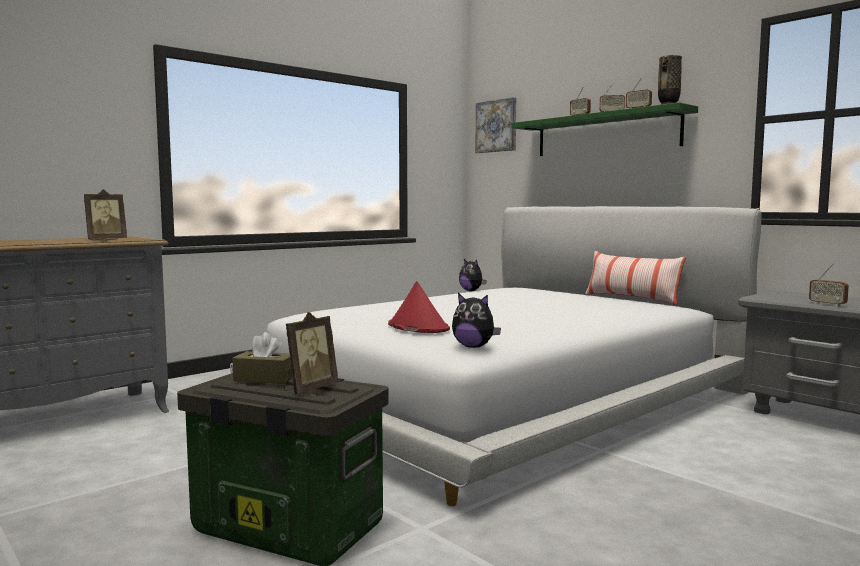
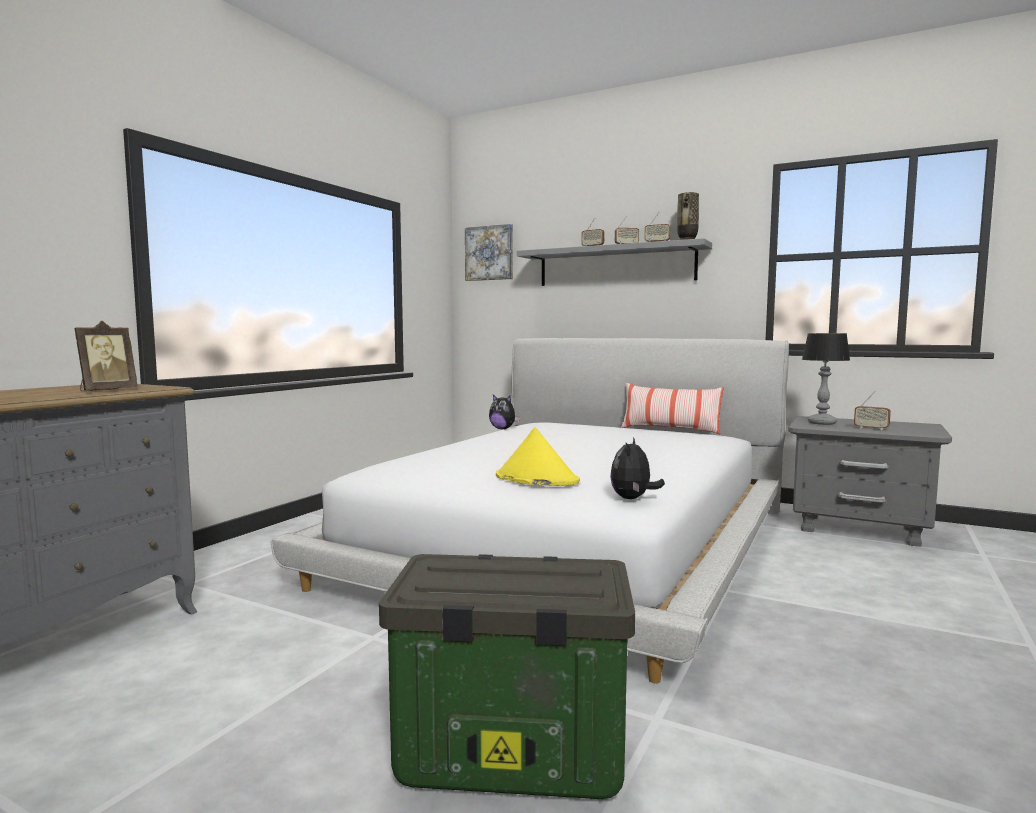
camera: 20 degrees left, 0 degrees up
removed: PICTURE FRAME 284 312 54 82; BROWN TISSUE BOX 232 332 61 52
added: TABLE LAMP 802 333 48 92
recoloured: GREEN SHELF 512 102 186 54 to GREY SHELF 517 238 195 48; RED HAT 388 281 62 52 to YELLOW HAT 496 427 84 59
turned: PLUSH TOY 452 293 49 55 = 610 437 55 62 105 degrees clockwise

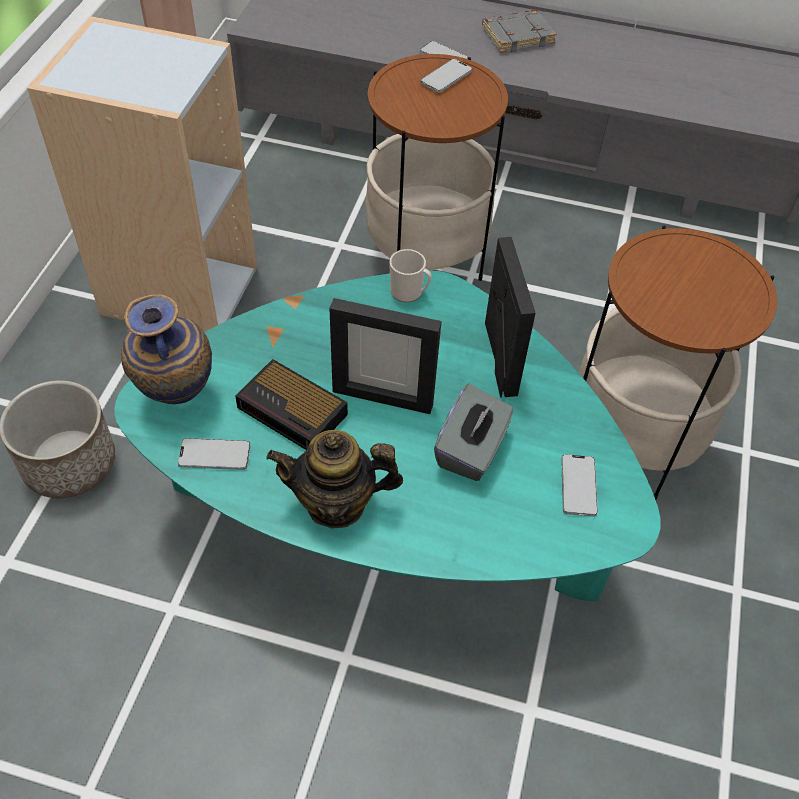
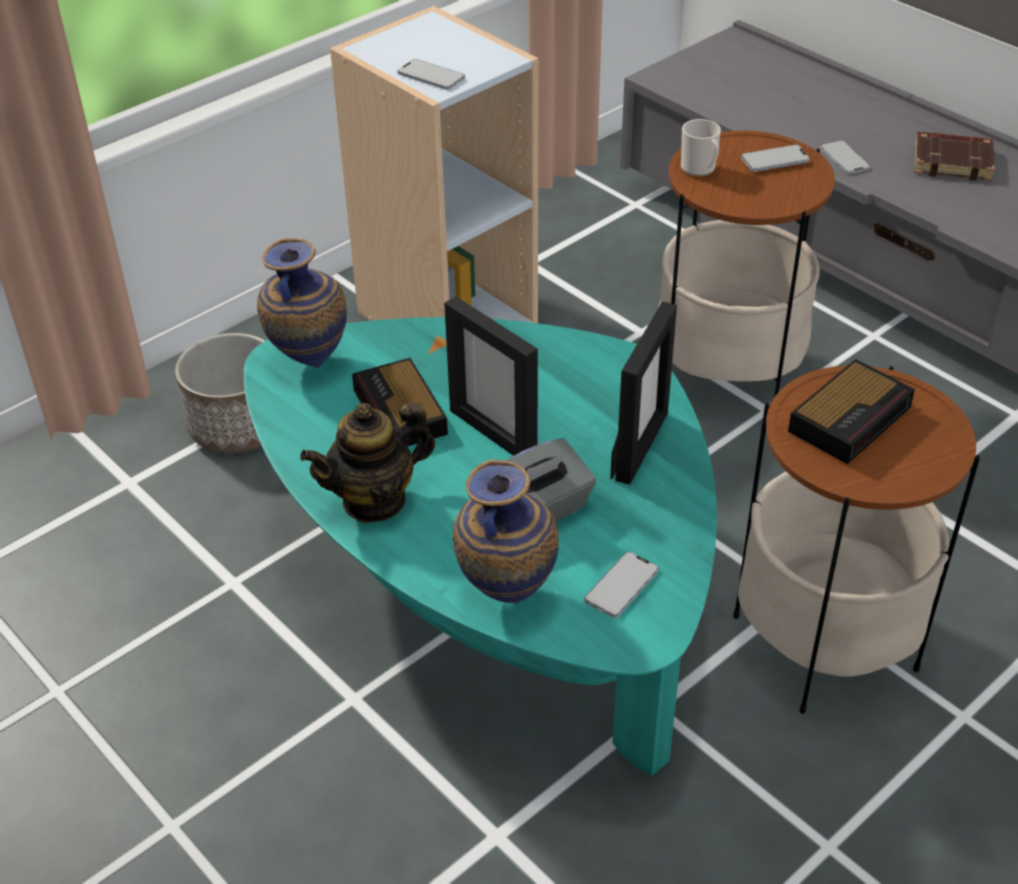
camera: 35 degrees right, 10 degrees down
added: ALARM CLOCK 788 359 127 105; VASE 453 460 106 144
moved: MUG 389 249 43 54 to 681 119 40 57; PHONE 178 438 73 32 to 397 59 68 31
recoloured: GREY BOOK 482 9 75 44 to BROWN BOOK 914 132 81 49
turned: TEAPOT 266 430 137 98 = 300 402 135 121 60 degrees counterclockwise

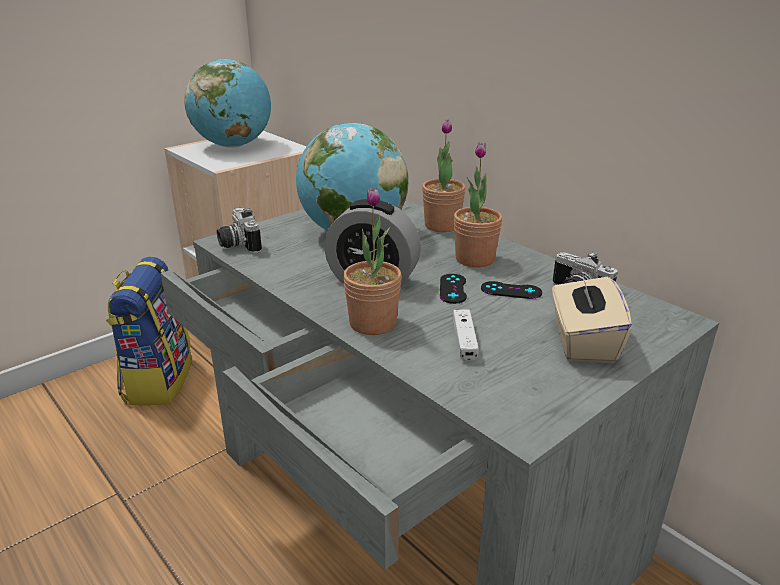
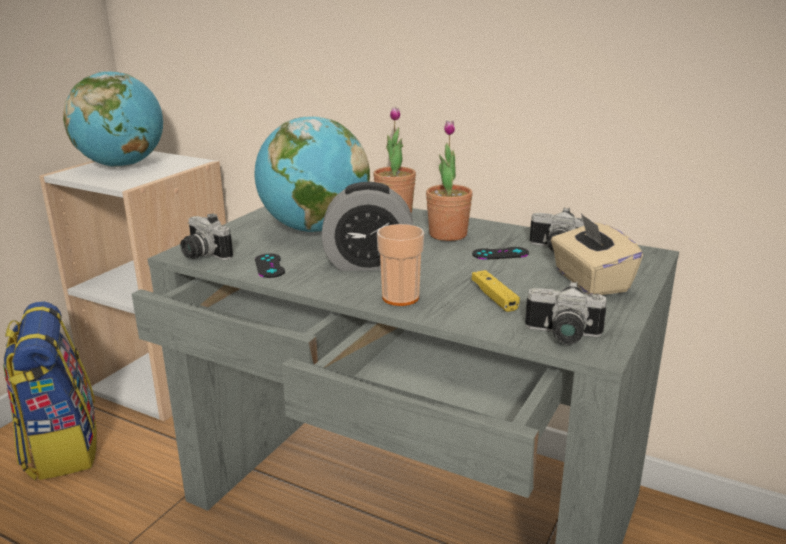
camera: 20 degrees left, 5 degrees down
added: PHOTO CAMERA 525 281 81 63
moved: BLACK GAME CONTROLLER 440 274 27 30 to 255 254 30 24
replaced: POTTED PLANT 343 188 59 147 to CUP 377 224 47 82
recoloured: WHITE GAME CONTROLLER 453 310 26 51 to YELLOW GAME CONTROLLER 472 270 48 42

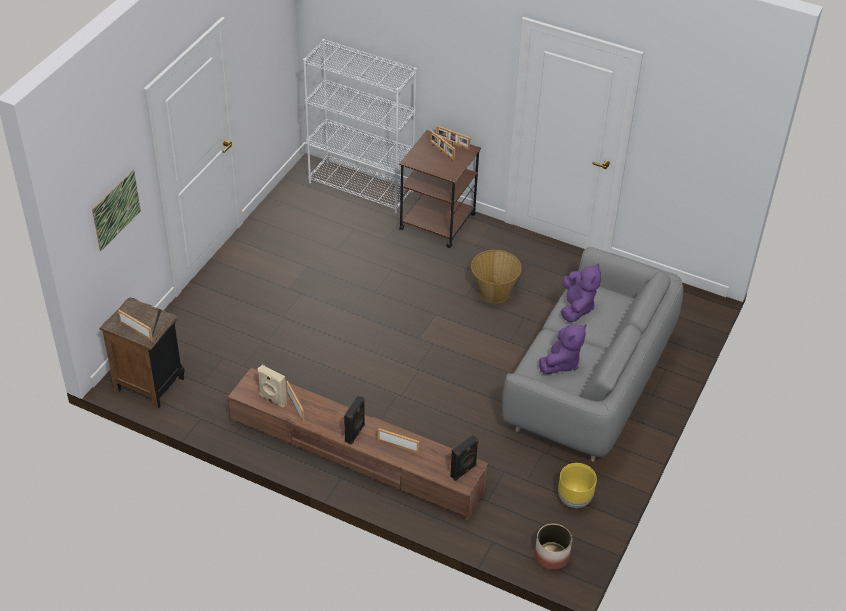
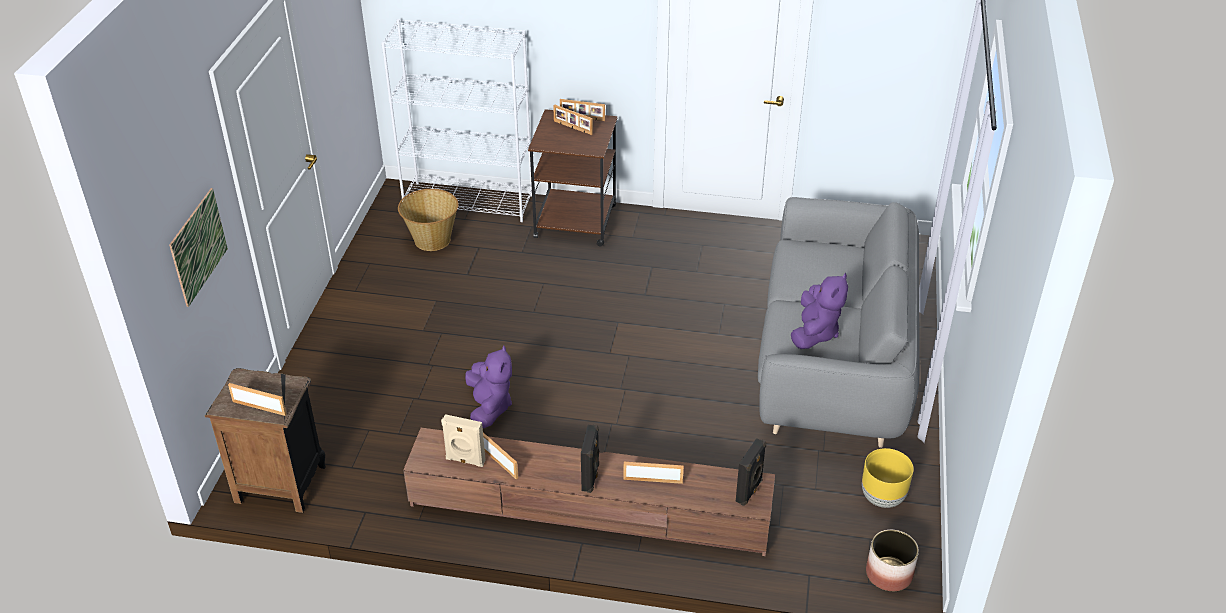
camera: 15 degrees left, 5 degrees down
moved: BASKET 471 250 51 53 to 398 189 60 62; PURPLE PLUSH TOY 561 263 40 59 to 465 346 47 82

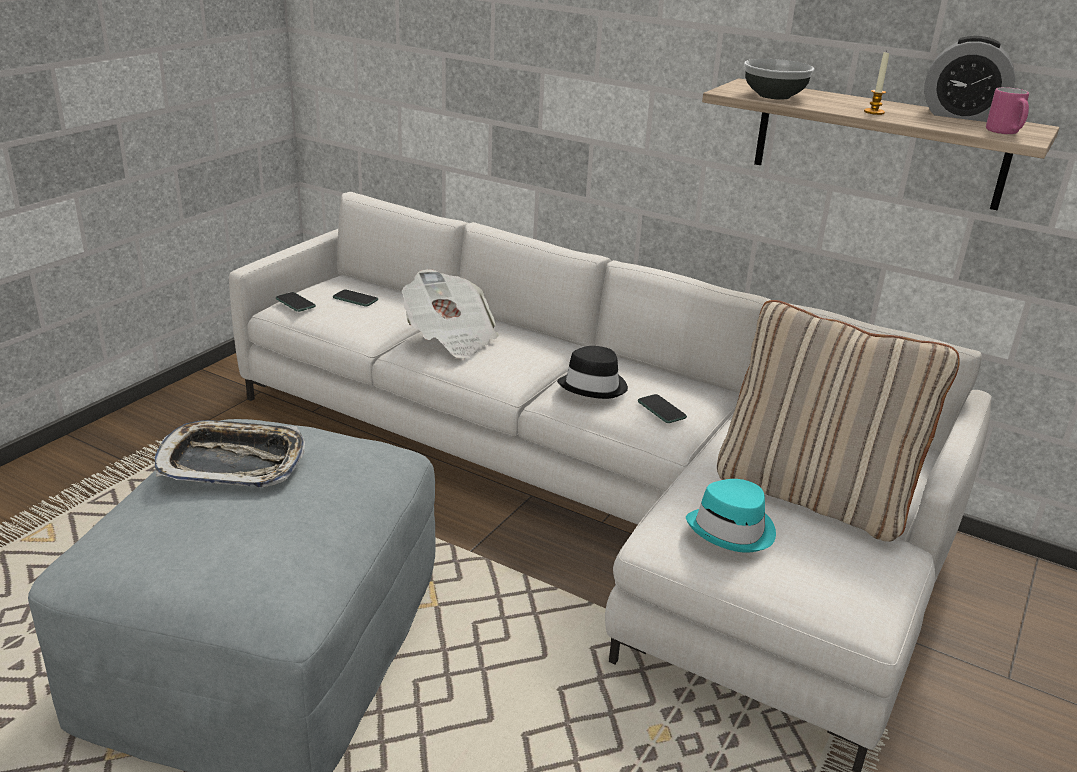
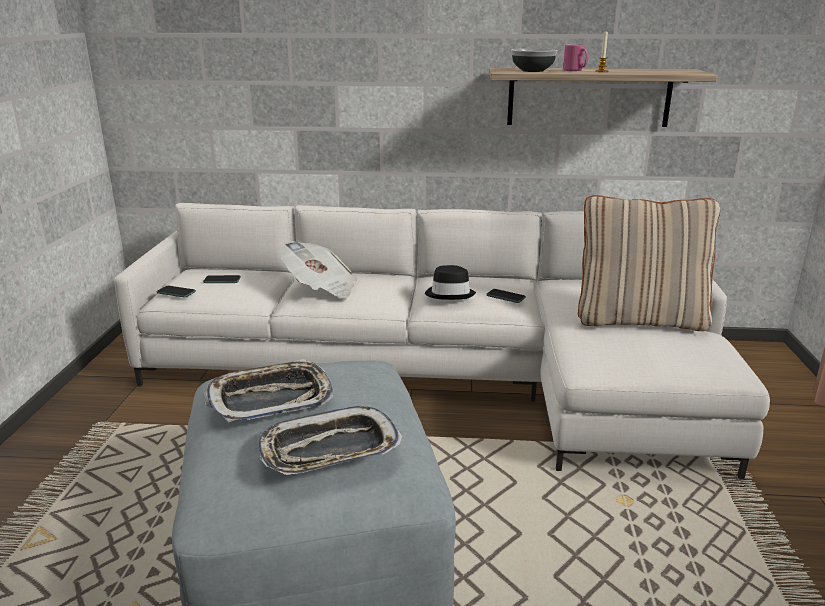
camera: 25 degrees left, 5 degrees down
removed: ALARM CLOCK 924 36 91 86; TURQUOISE HAT 686 479 90 74
added: TRAY 259 406 143 69
moved: PINK MUG 986 87 43 47 to 563 44 26 27

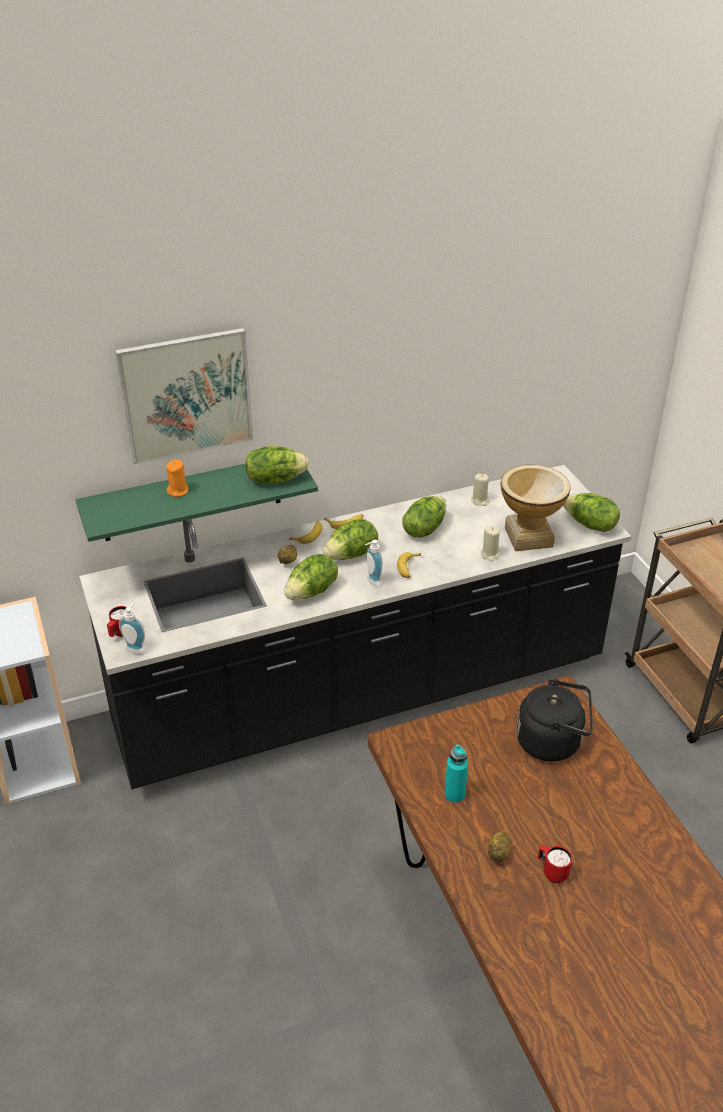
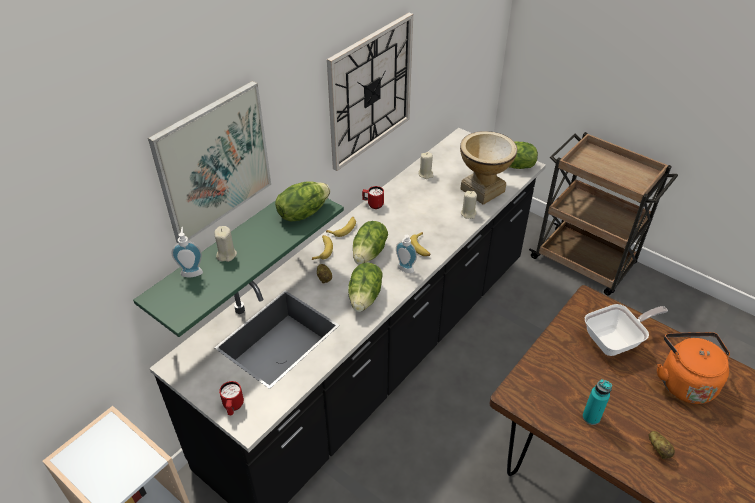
camera: 30 degrees left, 5 degrees up
removed: LETTUCE 402 496 44 42
added: WALL CLOCK 327 13 86 158; ORANGE KETTLE 657 332 73 72
moved: SOAP DISPENSER 119 602 27 53 to 172 227 31 50; RED MUG 538 845 34 38 to 362 186 22 23
replaced: BLACK KETTLE 516 679 77 83 to FRYING PAN 585 304 83 52
recoloured: ORANGE CANDLE 166 459 22 38 to BEIGE CANDLE 214 226 23 36

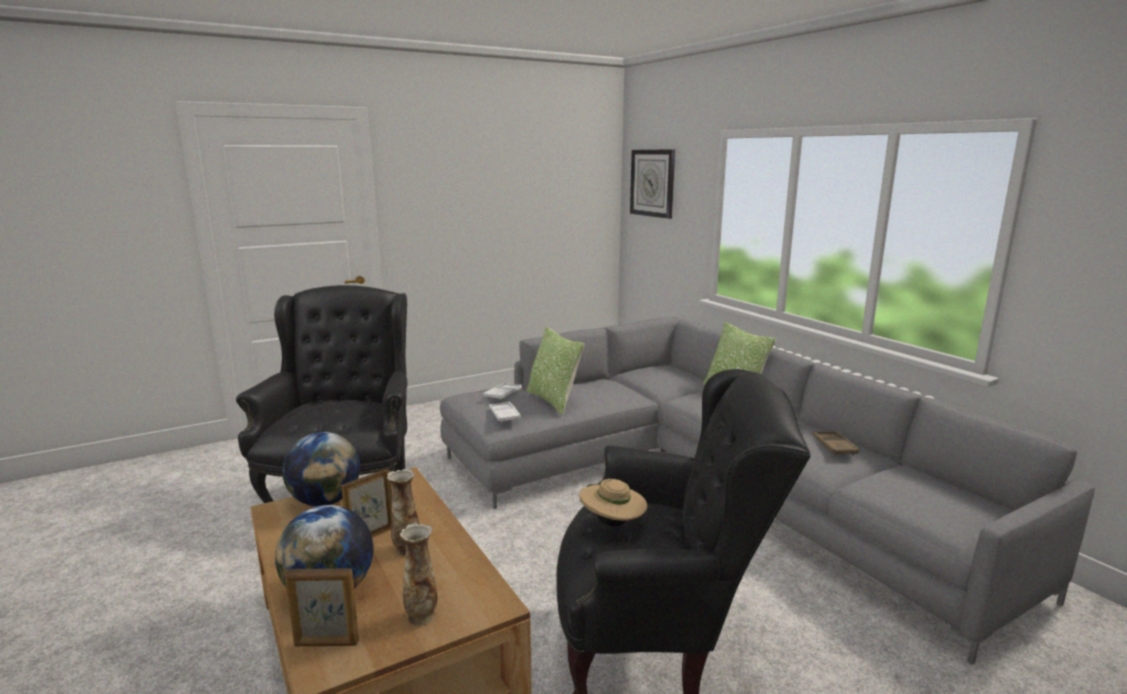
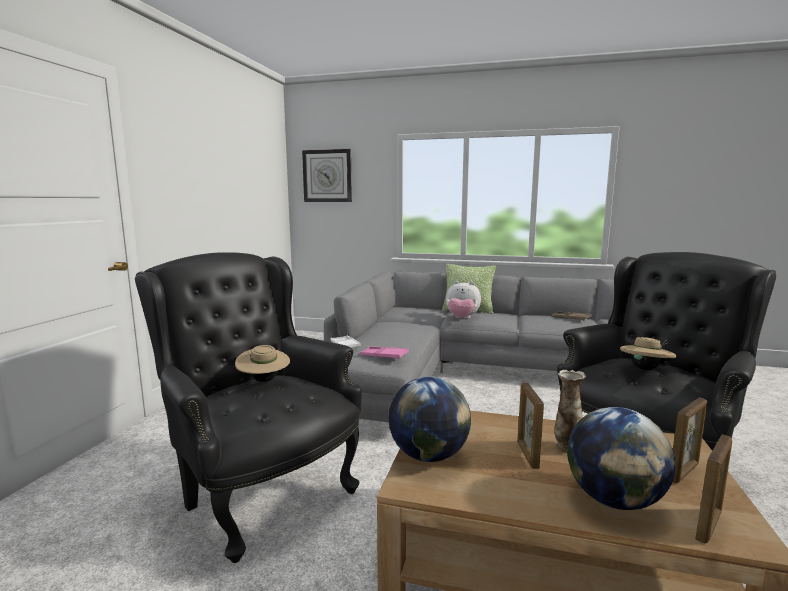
camera: 45 degrees left, 5 degrees down
removed: PILLOW 526 326 58 89
added: PLUSH TOY 446 281 35 37; BEIGE HAT 235 345 55 37
replaced: VASE 400 523 37 103 to PICTURE FRAME 673 398 34 85
recoloured: WHITE TRAY 489 402 32 21 to PINK TRAY 360 346 49 13

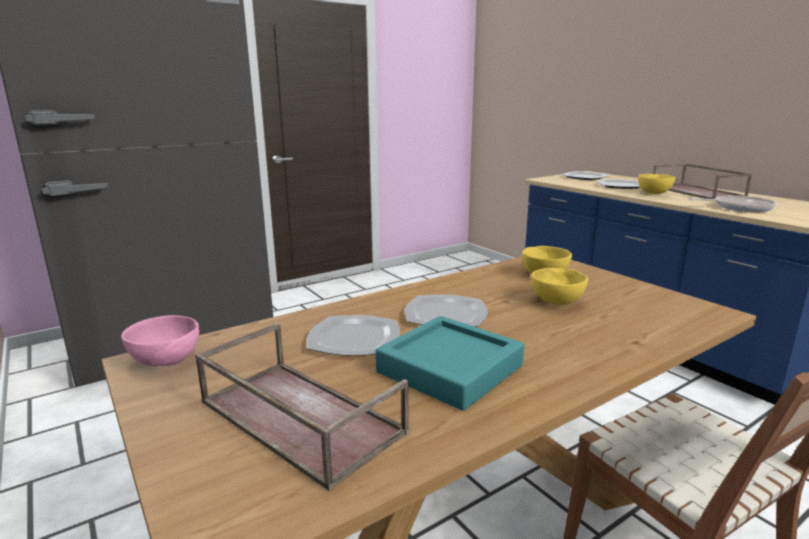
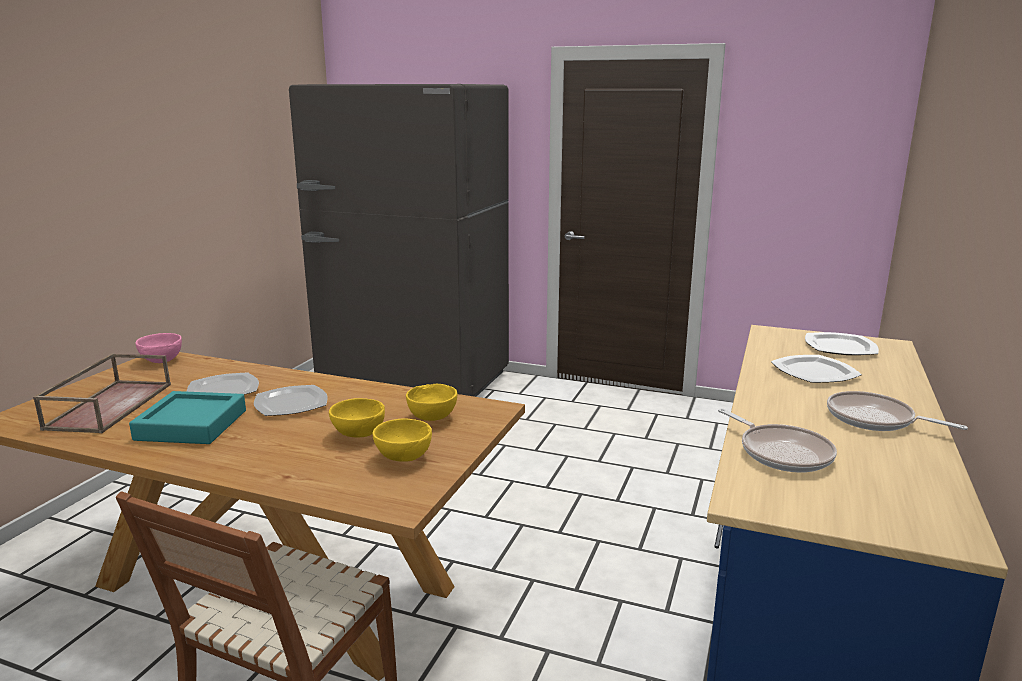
camera: 55 degrees right, 0 degrees up
moved: YELLOW BOWL 638 174 37 20 to 373 418 59 44
replaced: BROWN TRAY 653 164 100 37 to FRYING PAN 827 391 141 40

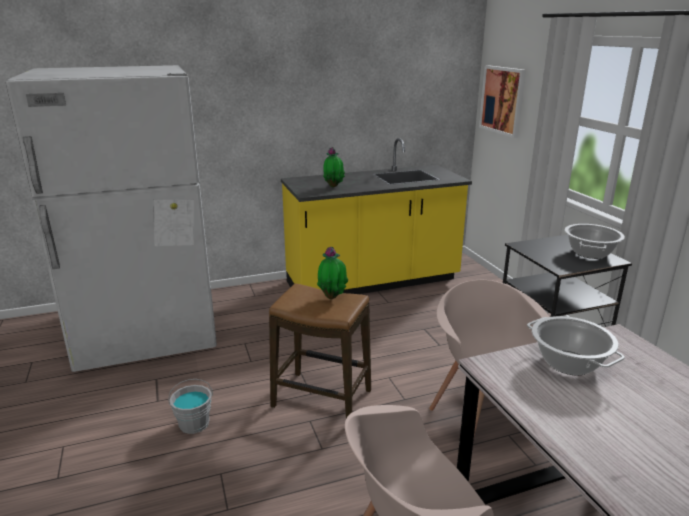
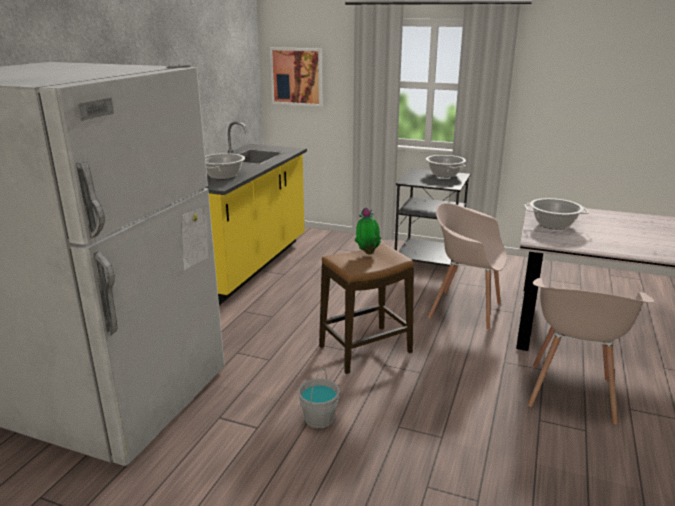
camera: 50 degrees left, 0 degrees up
replaced: POTTED PLANT 323 147 22 40 to COOKING POT 205 153 40 26

